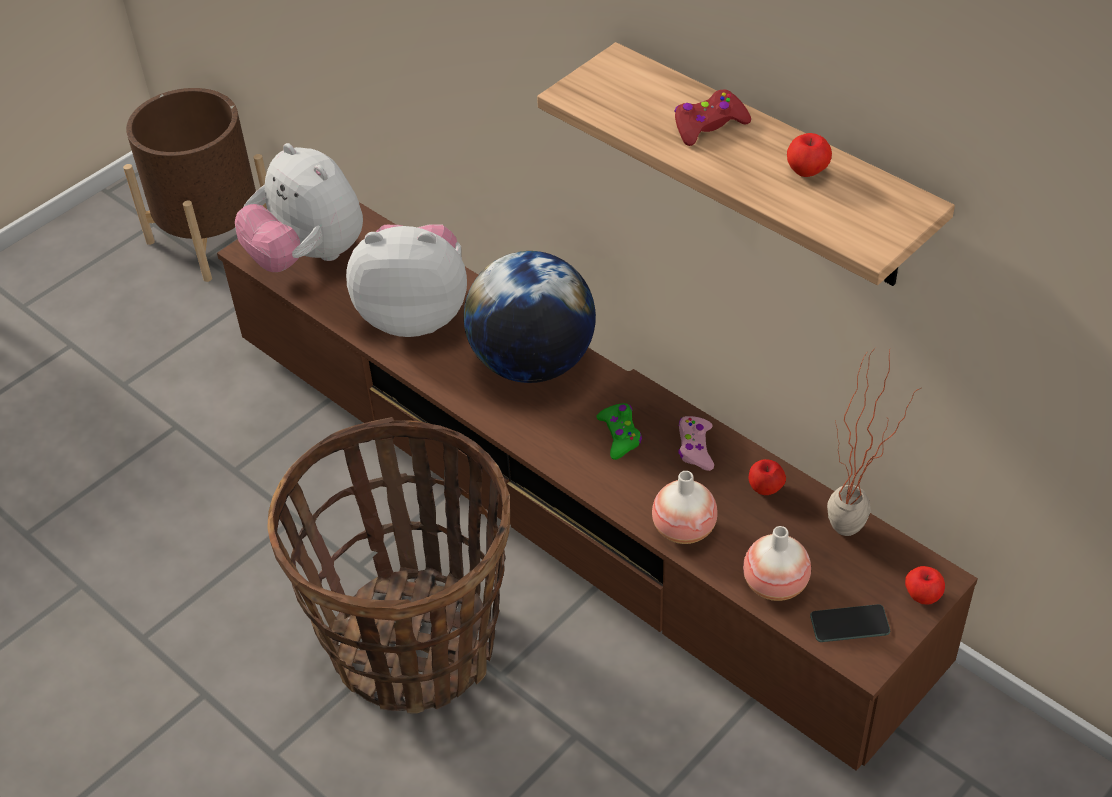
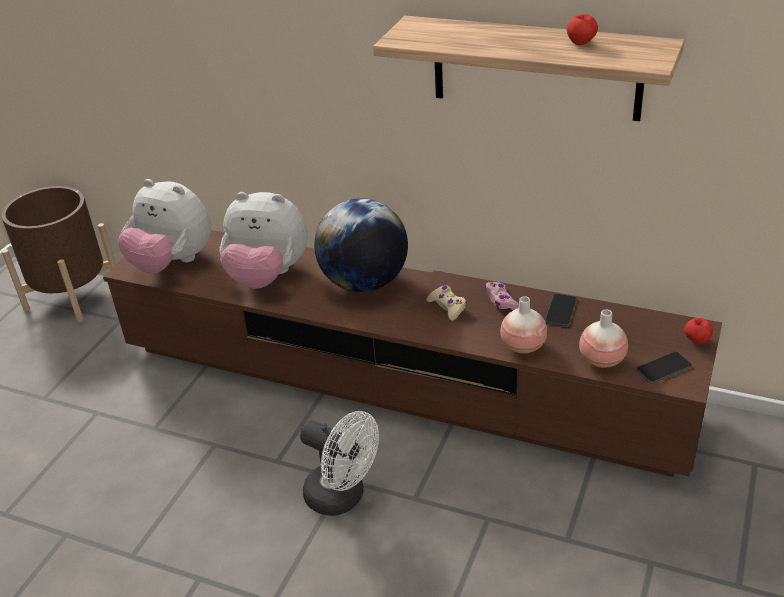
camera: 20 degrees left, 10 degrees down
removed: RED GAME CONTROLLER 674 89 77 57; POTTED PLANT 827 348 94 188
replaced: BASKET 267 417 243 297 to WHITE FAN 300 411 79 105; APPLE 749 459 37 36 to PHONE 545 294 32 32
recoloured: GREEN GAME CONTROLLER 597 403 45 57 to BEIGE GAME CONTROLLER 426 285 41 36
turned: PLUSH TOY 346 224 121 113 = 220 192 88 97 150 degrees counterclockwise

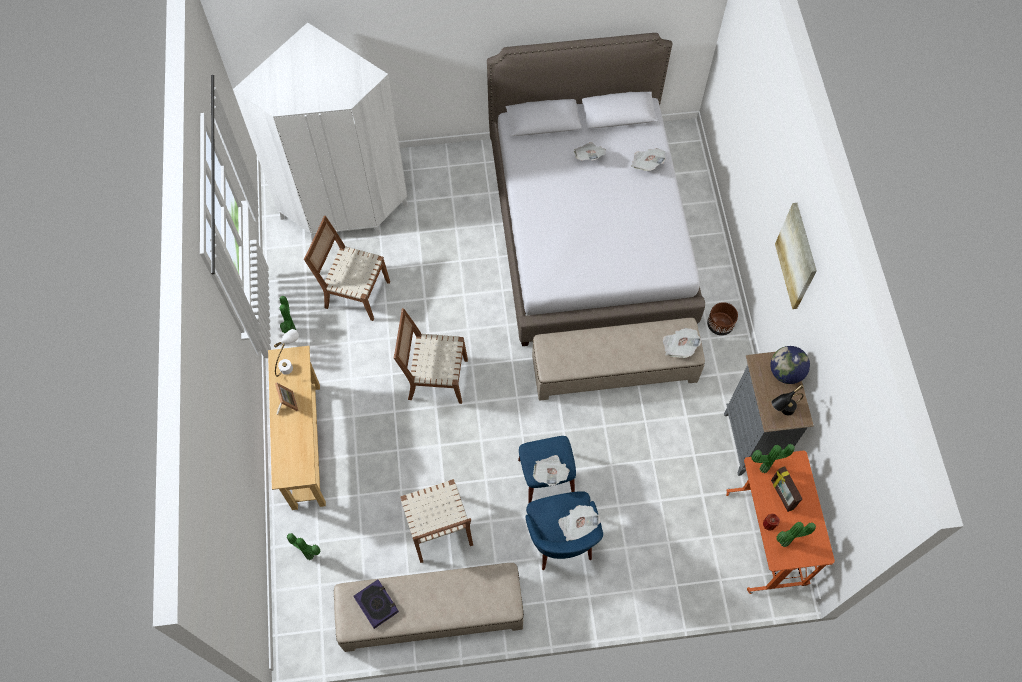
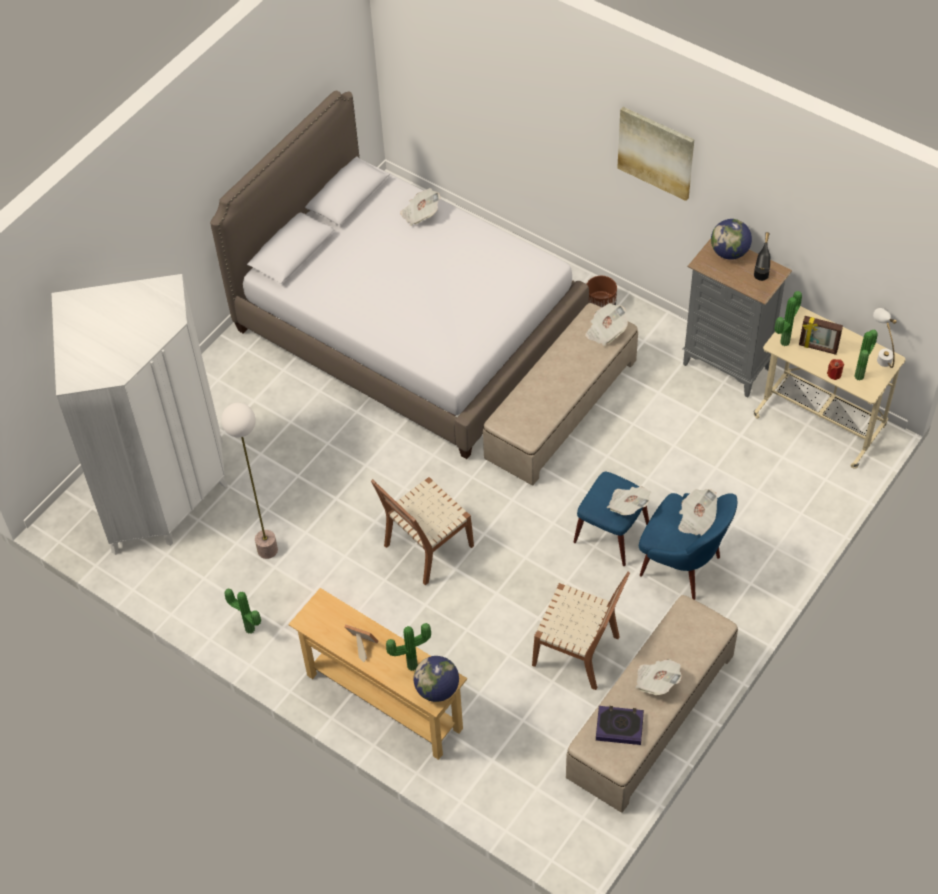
camera: 45 degrees left, 10 degrees down
added: GLOBE 413 656 46 46
moved: NEWSPAPER 574 142 32 19 to 635 659 47 36; WHITE TABLE LAMP 274 329 25 48 to 873 308 23 60; POTTED PLANT 287 533 34 27 to 386 623 45 48
replaced: CHAIR 304 216 86 105 to FLOOR LAMP 221 403 57 156
recoloured: ORANGE DESK 726 451 109 143 to BEIGE DESK 754 306 151 162

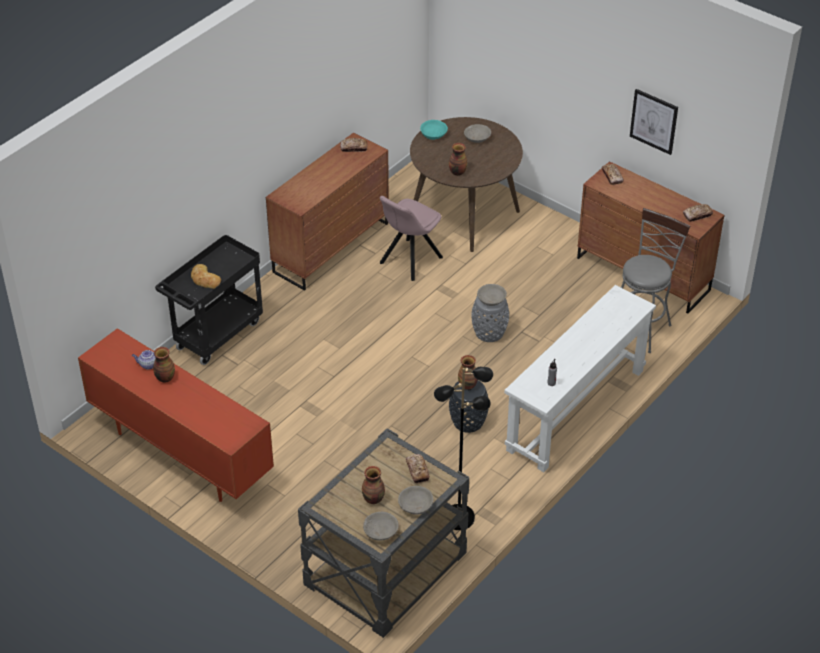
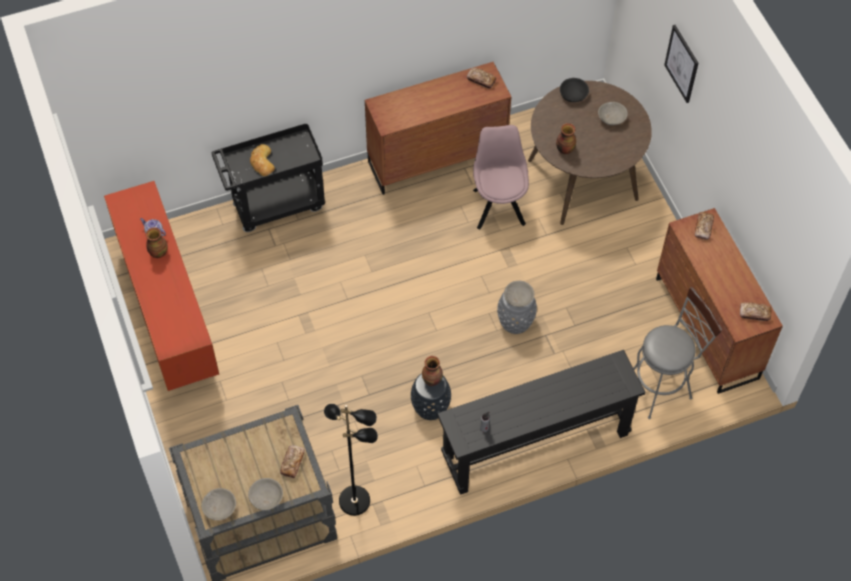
camera: 30 degrees right, 15 degrees up
removed: VASE 362 466 23 38
moved: PICTURE 630 89 48 66 to 664 25 35 78
recoloured: TURQUOISE BOWL 420 120 28 20 to BLACK BOWL 560 78 29 24; WHITE CONSOLE TABLE 504 285 152 187 to BLACK CONSOLE TABLE 437 350 208 145
turned: PINK CHAIR 380 196 63 85 = 473 125 56 105 105 degrees clockwise

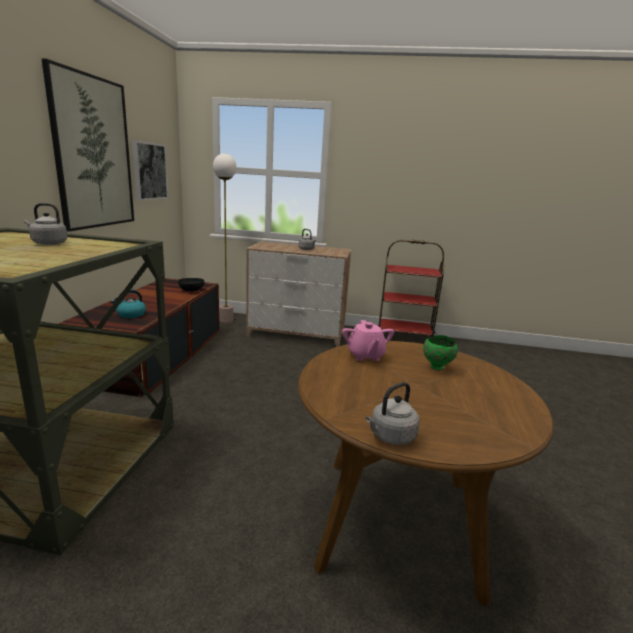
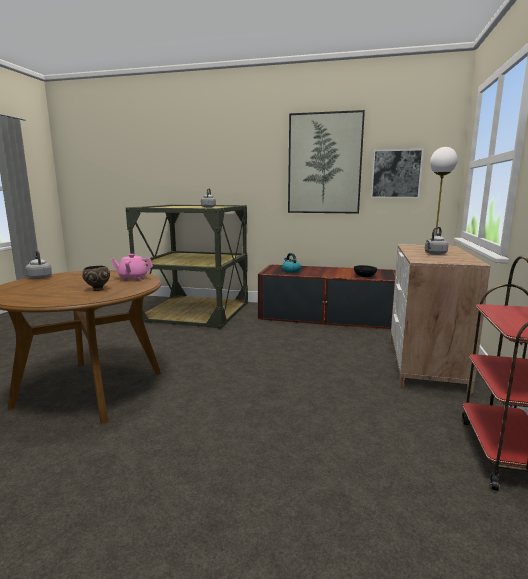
camera: 95 degrees right, 5 degrees down
recoloured: GREEN BOWL 423 335 35 35 to BROWN BOWL 82 266 28 25

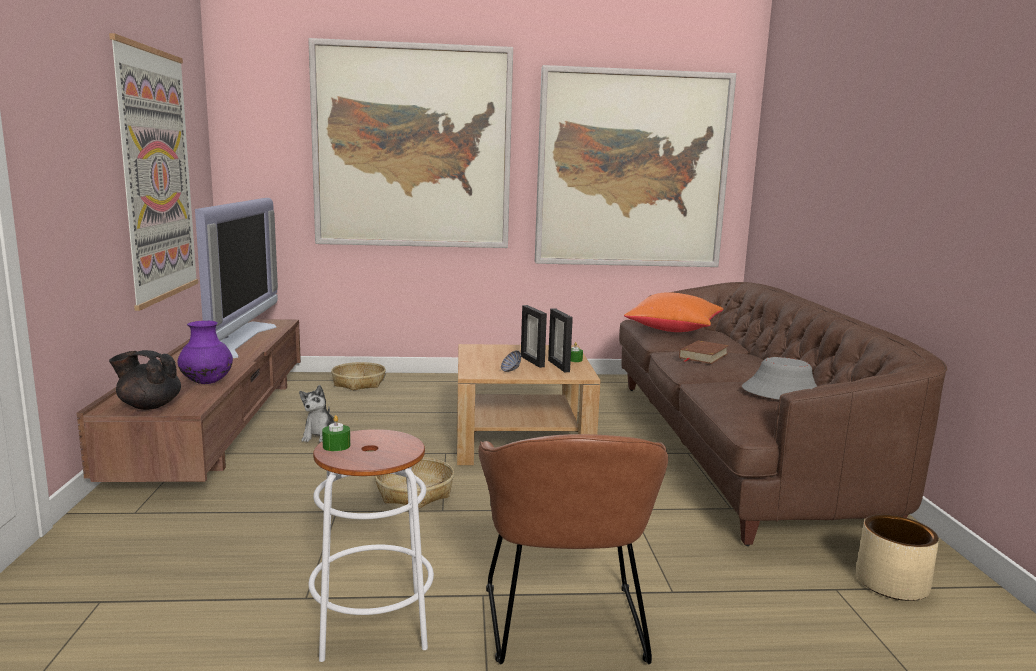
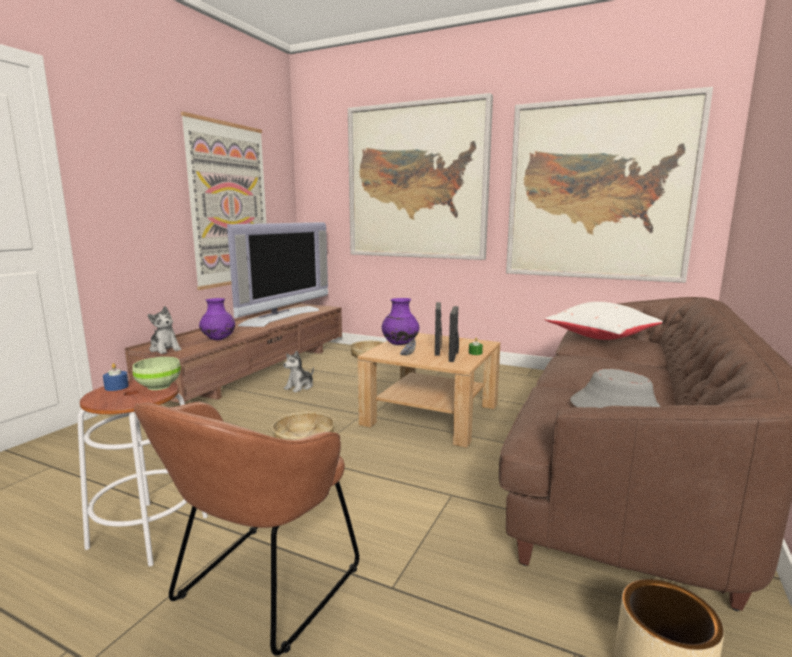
camera: 30 degrees right, 0 degrees up
removed: BROWN BOOK 679 340 50 24
added: PURPLE VASE 382 298 37 47; GREEN BOWL 132 357 49 33
replaced: BLACK TEAPOT 109 350 72 60 to PLUSH TOY 148 306 33 48
recoloured: ORANGE PILLOW 624 292 99 40 to WHITE PILLOW 545 302 118 38; GREEN CANDLE 322 415 28 36 to BLUE CANDLE 103 363 26 28

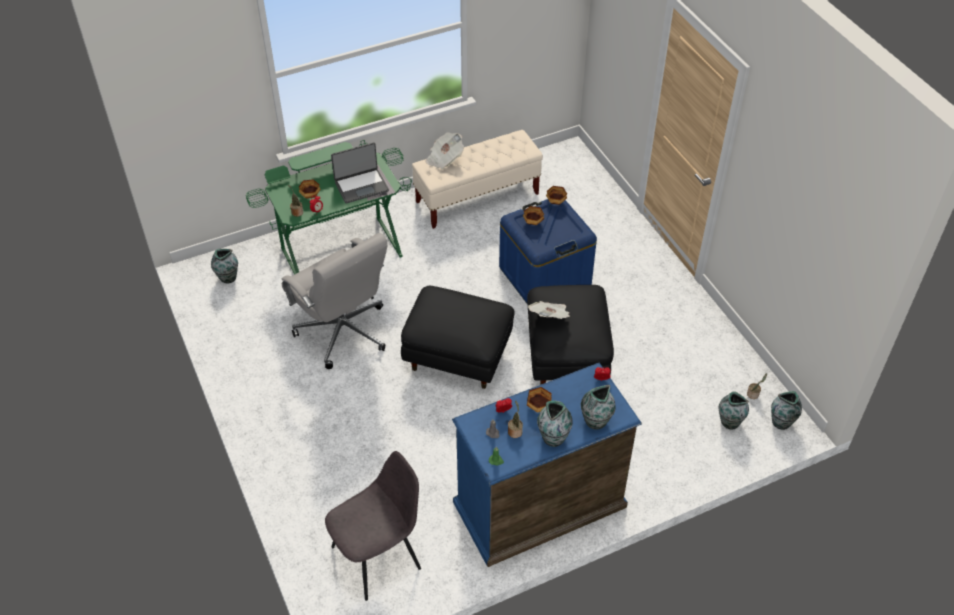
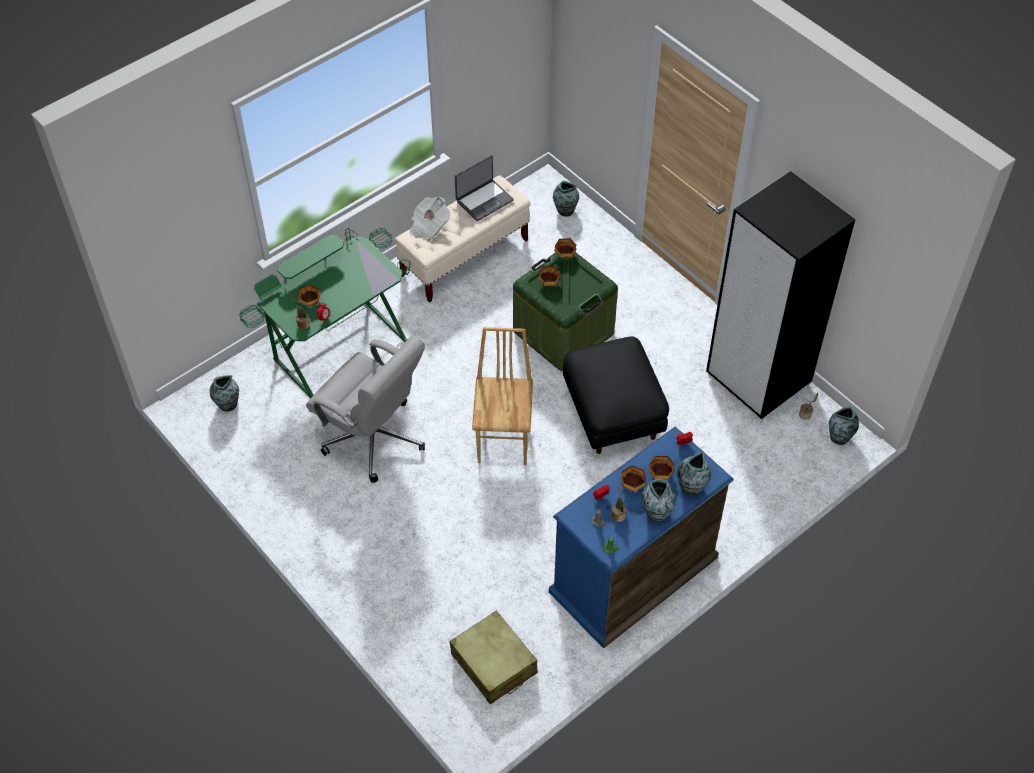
camera: 15 degrees left, 5 degrees up
removed: NEWSPAPER 528 301 42 18
added: WARDROBE 706 171 149 249; BOWL 648 456 27 24
moved: LAPTOP 331 142 58 61 to 455 155 59 66; VASE 718 391 31 39 to 553 181 26 36
replaced: BLACK OTTOMAN 401 286 114 103 to BROWN CHAIR 472 327 61 138; GREY CHAIR 325 451 96 150 to BEIGE SUITCASE 450 611 88 93
recoloured: BLUE STORAGE BOX 499 199 98 106 to GREEN STORAGE BOX 513 252 105 119

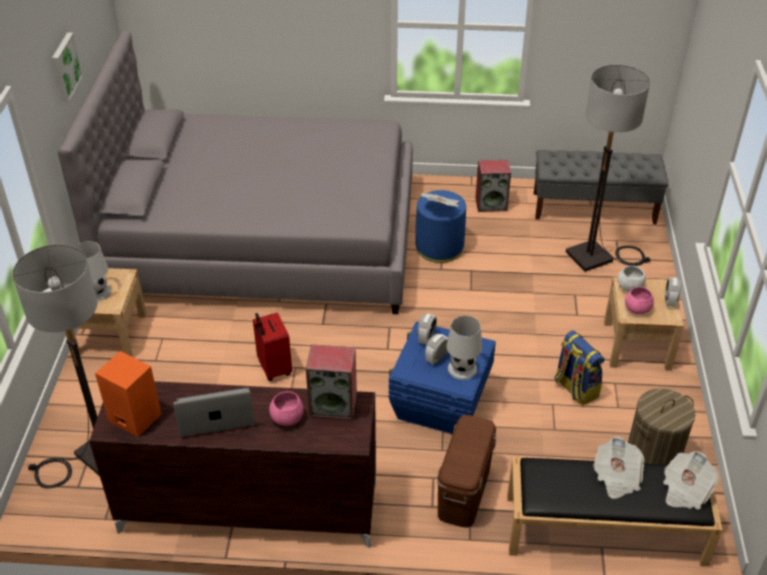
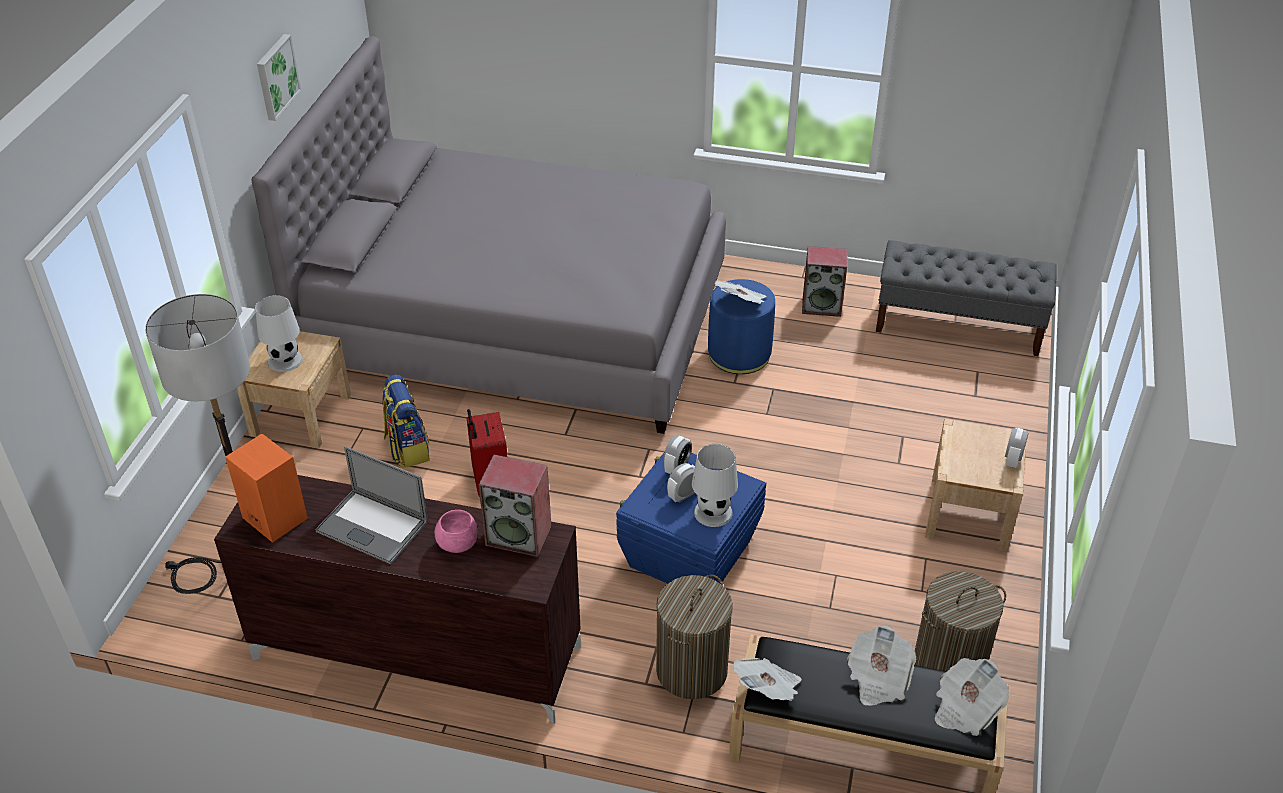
camera: 10 degrees right, 0 degrees up
removed: FLOOR LAMP 566 65 84 207; WHITE BOWL 618 266 28 26; PINK BOWL 625 287 29 27
added: NEWSPAPER 732 658 69 43
moved: BACKPACK 554 330 51 76 to 382 375 48 93
replaced: BROWN STORAGE BOX 437 415 59 113 to LAUNDRY BASKET 656 575 77 124
turned: LAPTOP 173 387 82 50 = 316 446 112 118 150 degrees counterclockwise

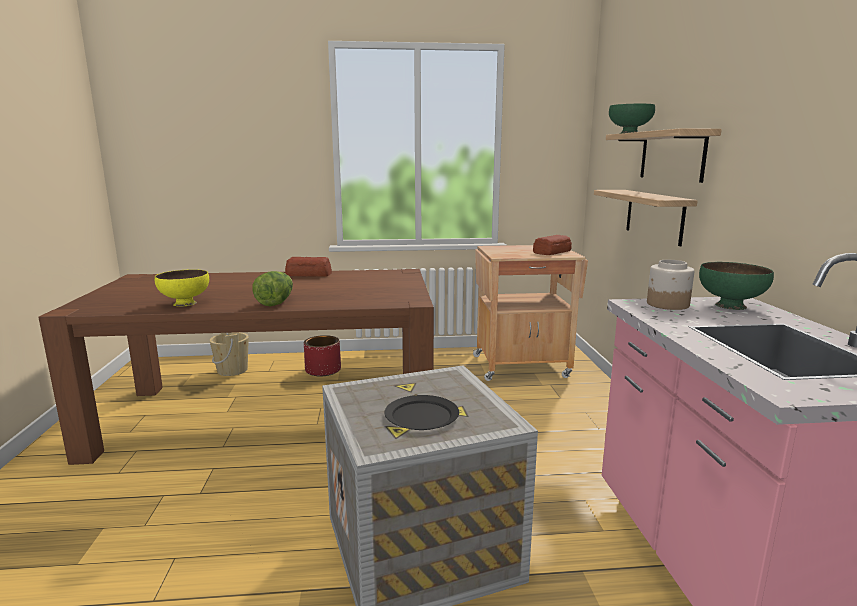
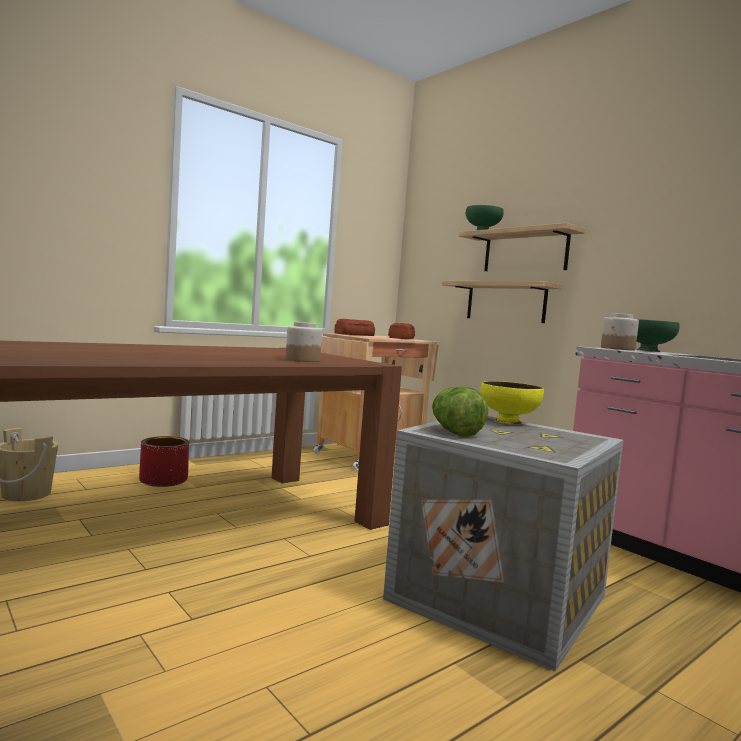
camera: 35 degrees left, 10 degrees down
removed: BLACK PLATE 384 395 75 35
added: JAR 286 322 36 40
moved: BREAD 285 257 47 20 to 334 319 41 17; YELLOW BOWL 155 269 54 37 to 480 381 64 44; LETTUCE 252 271 41 36 to 432 386 56 51

